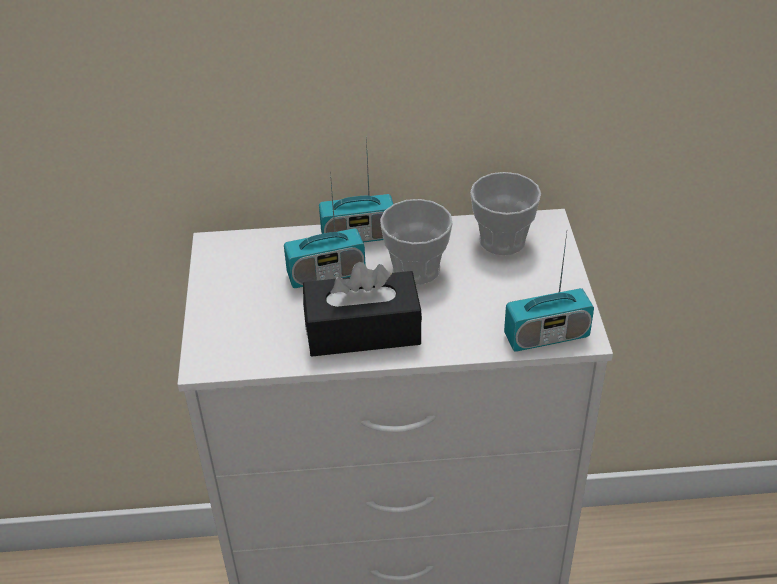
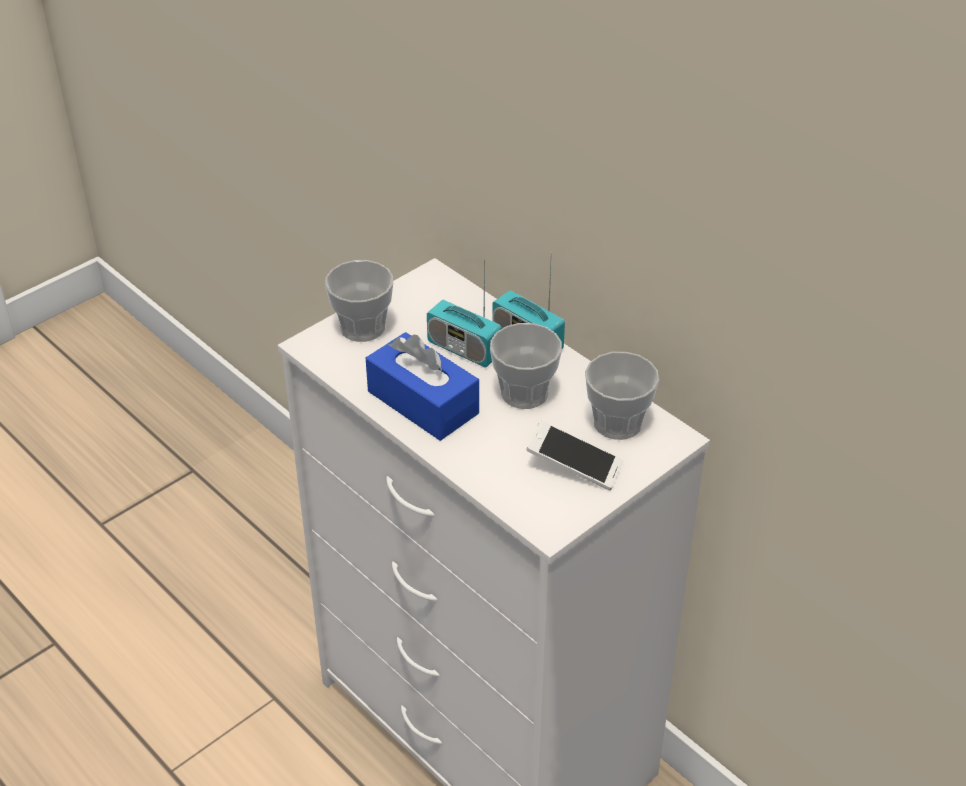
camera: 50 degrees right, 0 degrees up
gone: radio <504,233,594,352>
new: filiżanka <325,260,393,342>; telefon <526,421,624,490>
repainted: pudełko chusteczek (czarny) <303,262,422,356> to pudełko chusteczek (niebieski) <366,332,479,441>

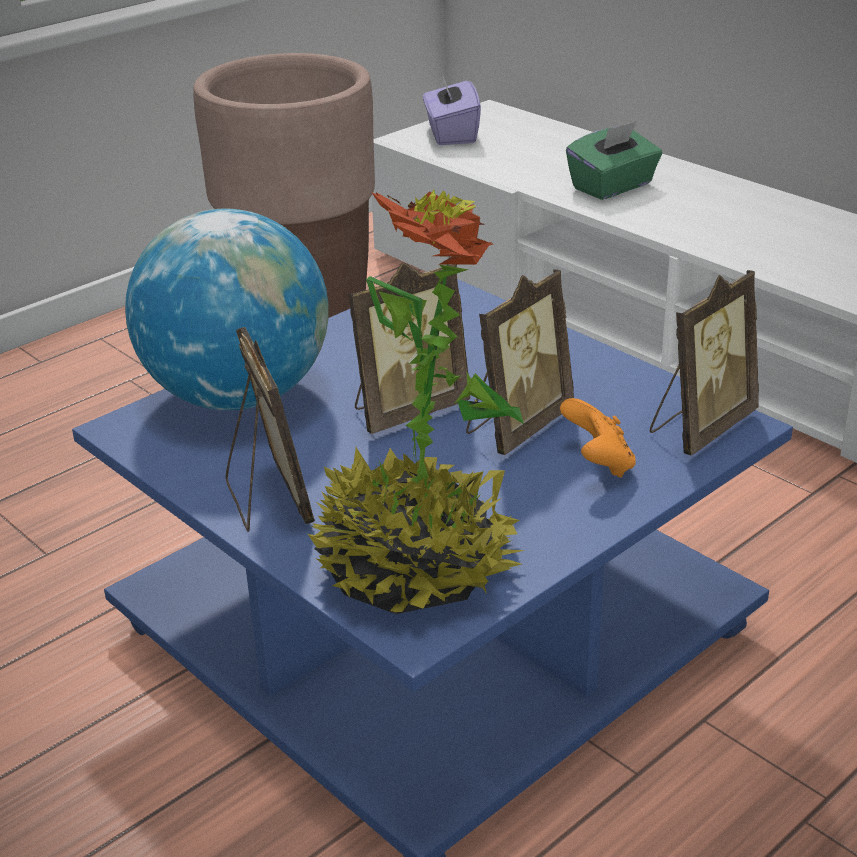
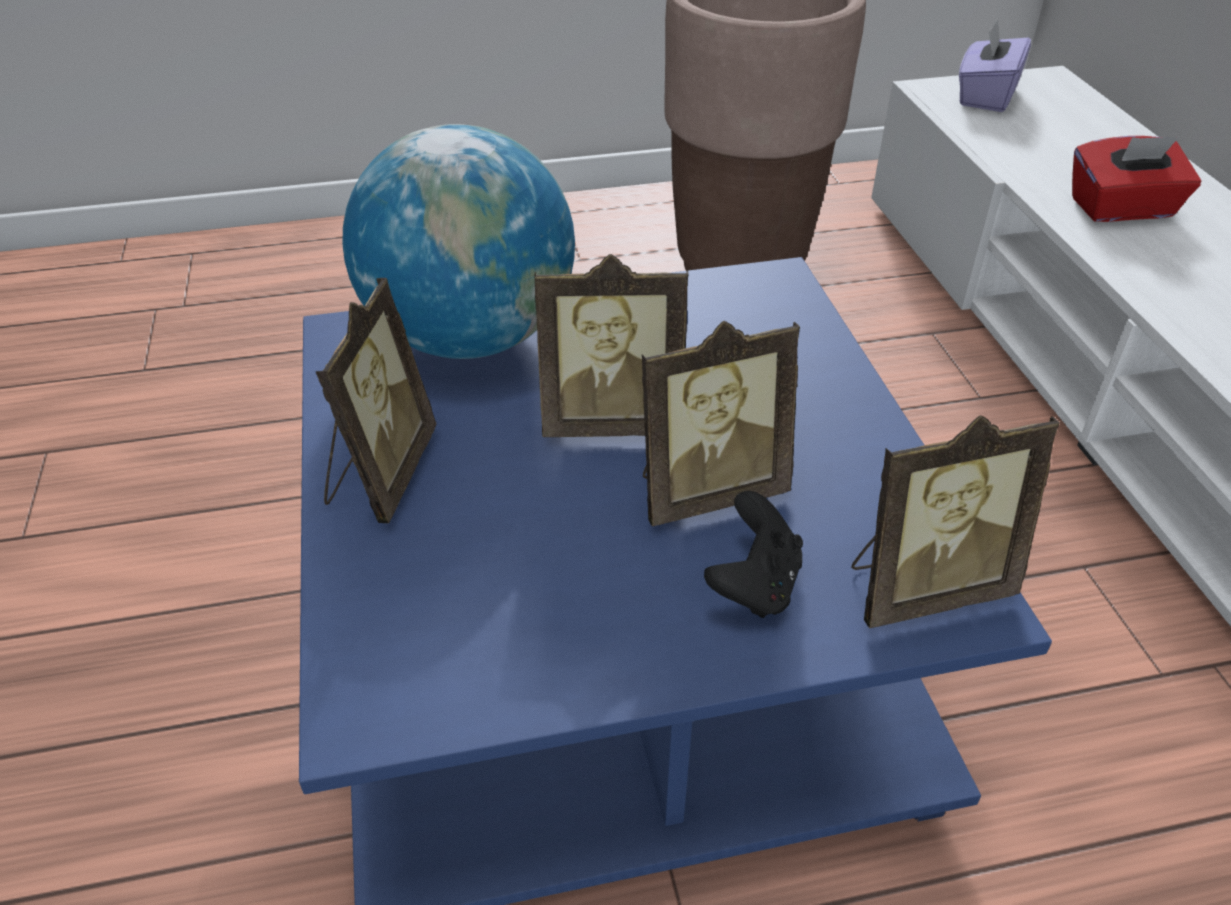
camera: 30 degrees right, 10 degrees up
gone: roślina doniczkowa <308,190,525,614>
repainted: pudełko chusteczek (zielony) <566,121,662,200> to pudełko chusteczek (czerwony) <1072,136,1202,222>; pad do gier (pomarańczowy) <560,398,636,478> to pad do gier (czarny) <704,491,803,618>

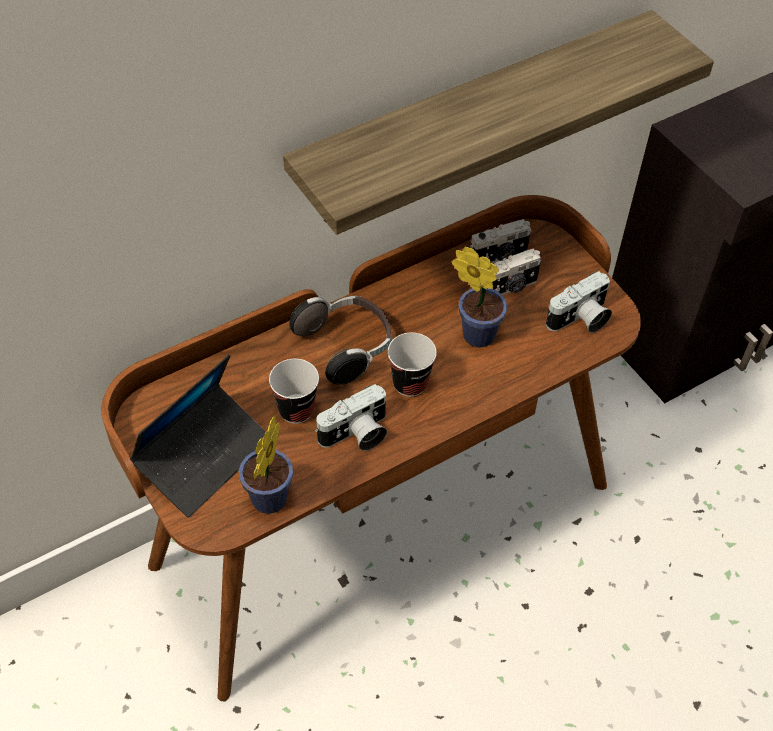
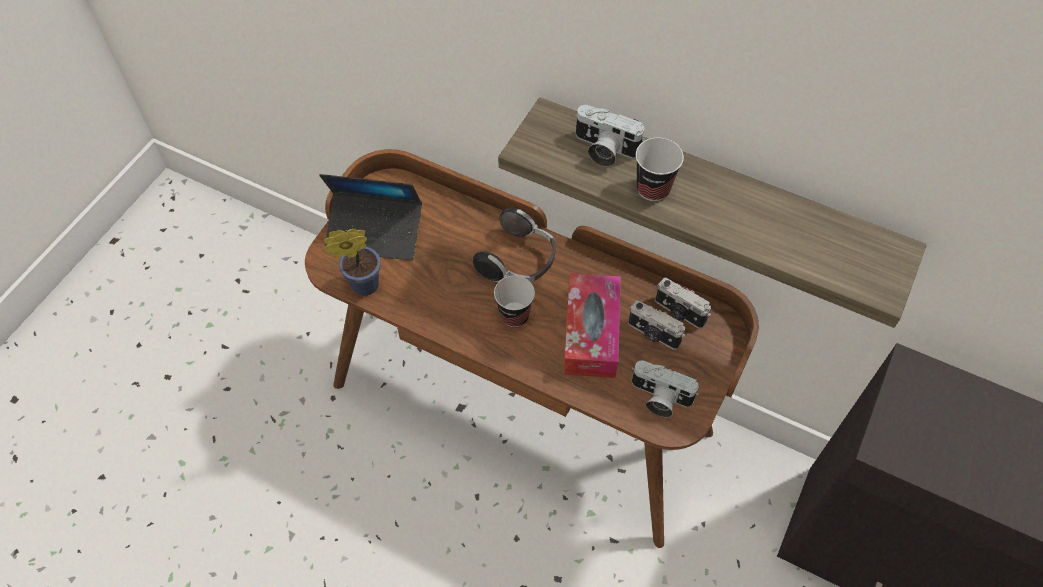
camera: 60 degrees right, 5 degrees up
shifted: filiżanka <269,359,319,424> to <636,138,684,201>; aparat fotograficzny <315,384,387,451> to <575,105,645,167>
swapped: roślina doniczkowa <452,246,507,347> to pudełko chusteczek <563,273,621,378>

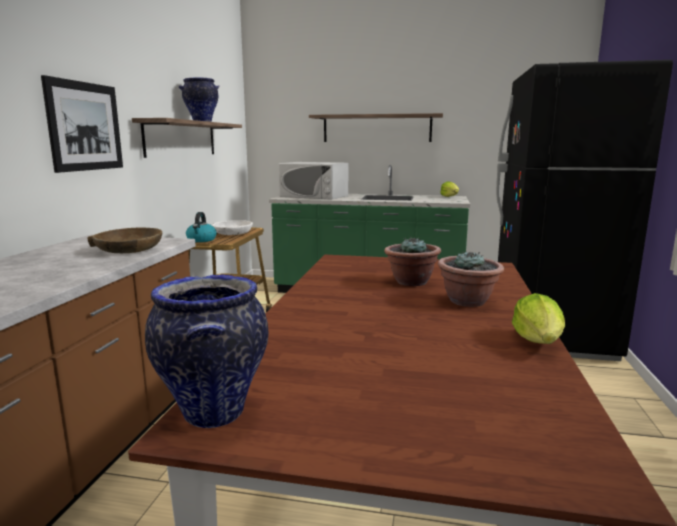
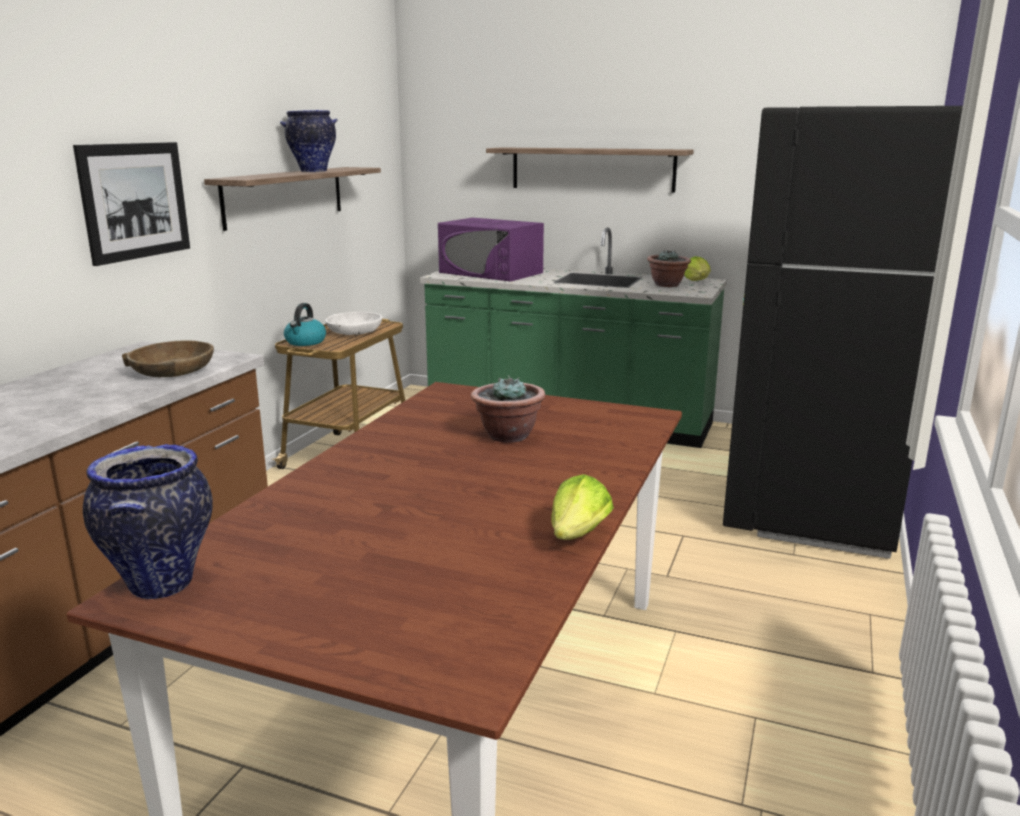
camera: 10 degrees right, 5 degrees up
shifted: roślina doniczkowa <438,251,504,307> to <647,250,691,287>
repainted: mikrofalówka (biały) <279,162,348,200> to mikrofalówka (fioletowy) <438,218,544,282>

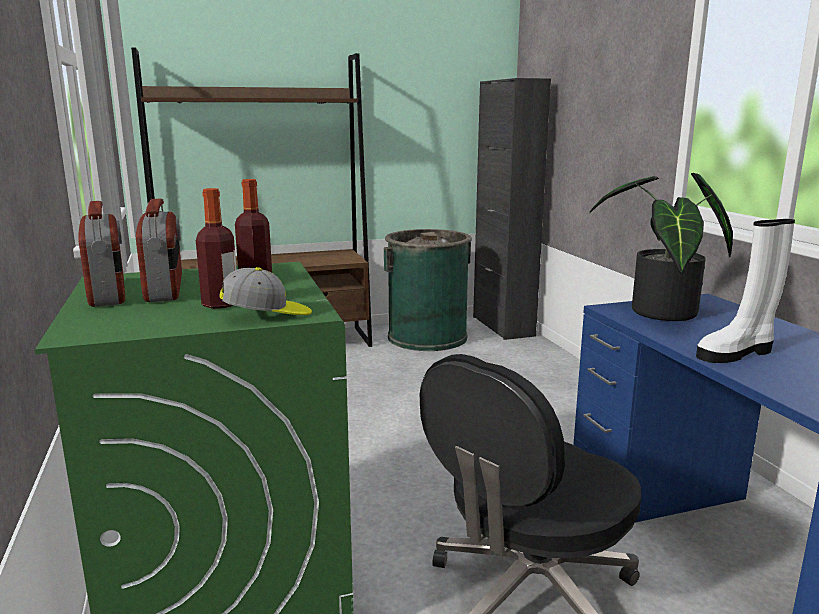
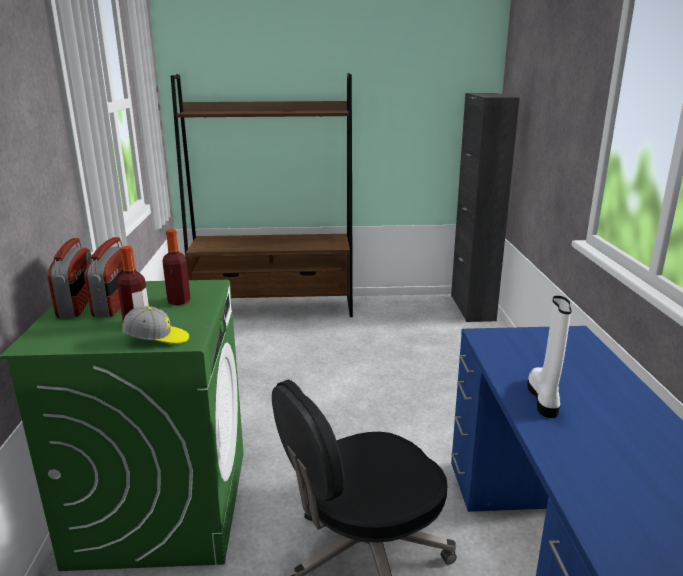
camera: 15 degrees right, 5 degrees up
gone: roślina doniczkowa <589,173,733,321>; kosz na śmieci (zielony) <384,229,472,351>
rotated: but z cholewką (biały) <696,219,795,363> = <527,296,572,418> 105 degrees clockwise

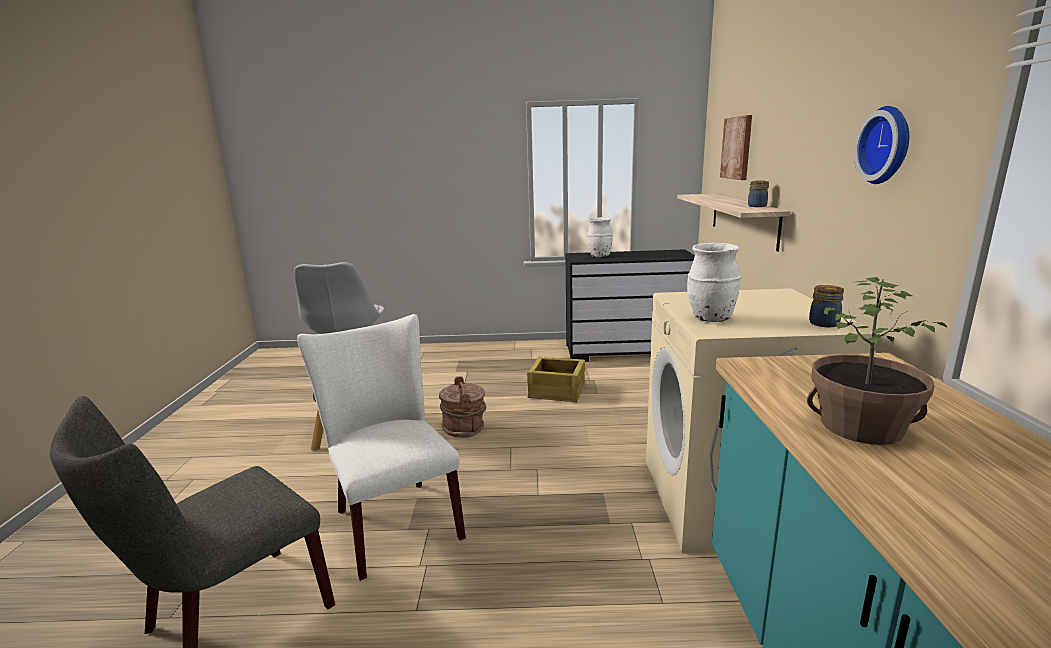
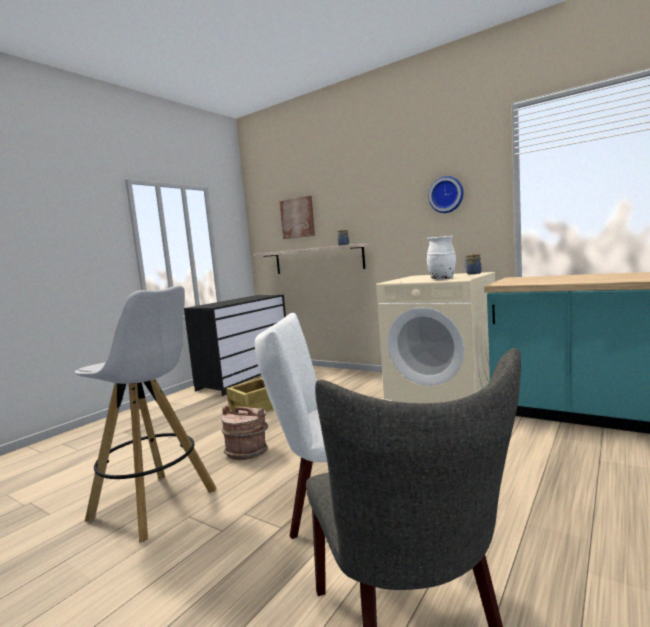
camera: 55 degrees left, 10 degrees down
gone: wazon (biały) <587,217,613,257>; roślina doniczkowa <807,277,947,445>

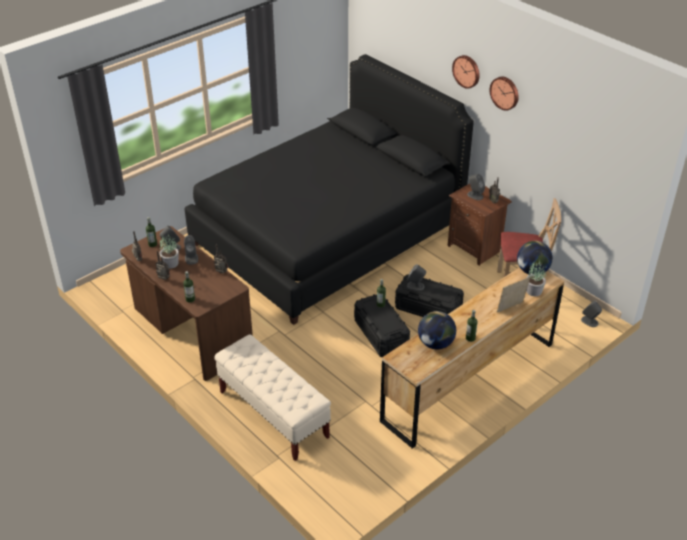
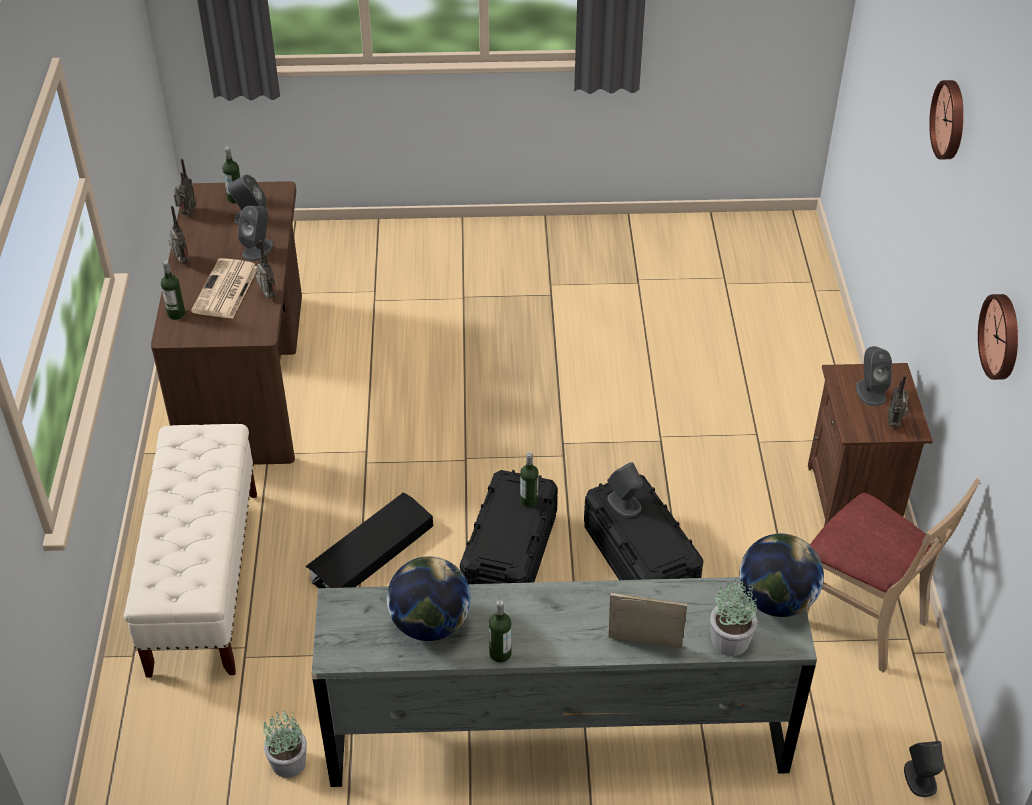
camera: 40 degrees right, 5 degrees up
gone: łóżko (czarny) <184,54,474,325>
new: gazeta <191,258,257,319>; pojemnik do przechowywania (czarny) <305,492,433,588>
shifted: zegar ścienny <490,77,519,111> to <978,294,1018,380>; roślina doniczkowa <159,234,179,269> to <263,709,307,778>
repainted: komoda (brązowy) <380,267,564,449> to komoda (szary) <312,577,817,787>

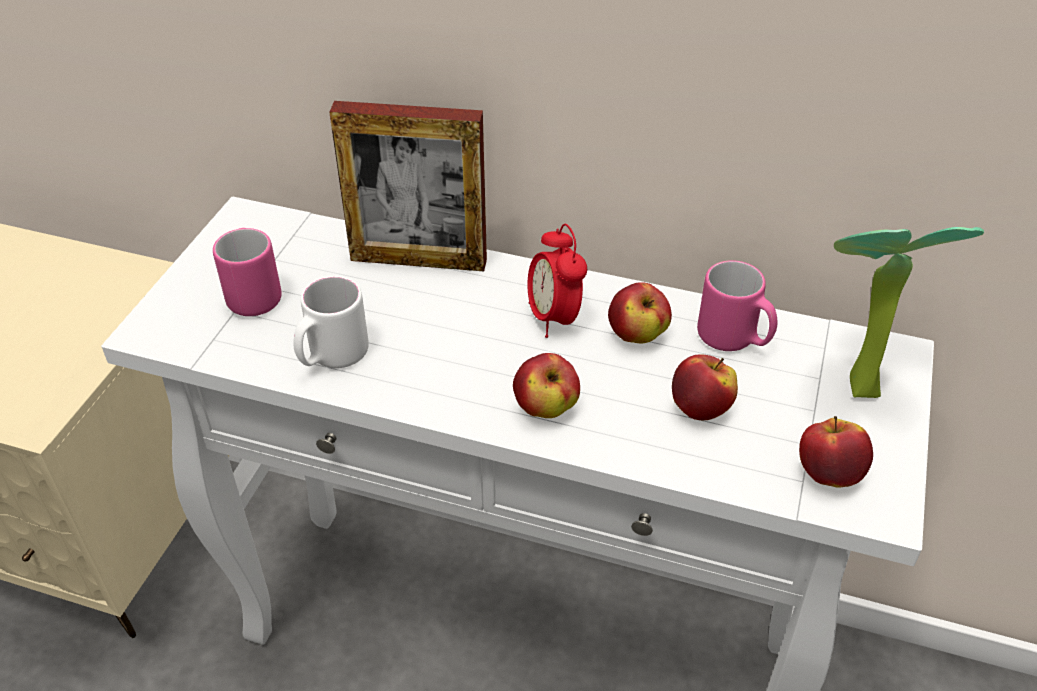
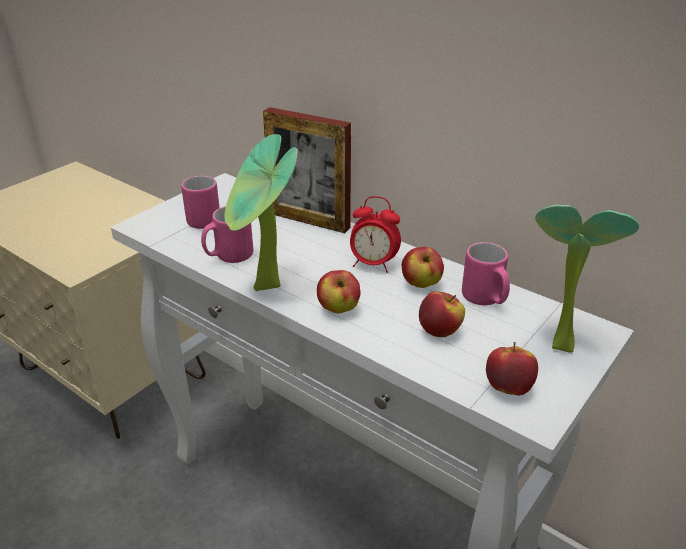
camera: 20 degrees right, 10 degrees down
new: roślina doniczkowa <225,134,298,291>
repainted: kubek (biały) <293,276,369,368> to kubek (różowy) <201,206,253,263>
rotated: budzik <527,224,587,338> = <350,196,401,273> 75 degrees counterclockwise

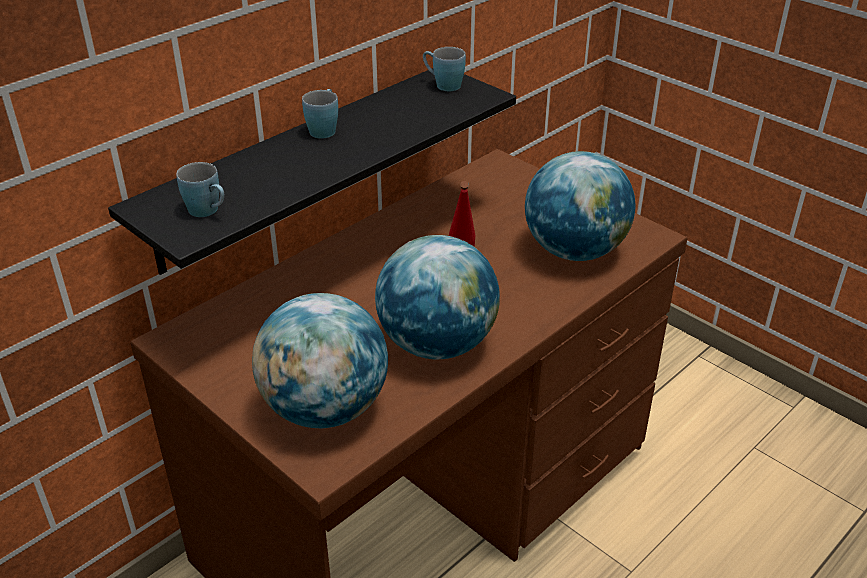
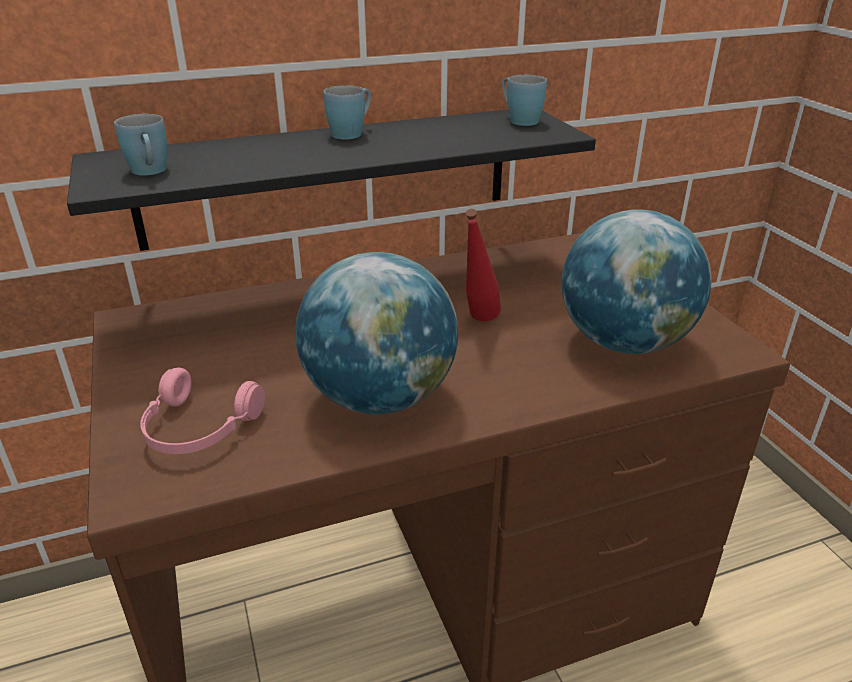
camera: 25 degrees right, 5 degrees down
swapped: globus <252,293,388,429> to słuchawki (różowy) <140,368,265,454>

